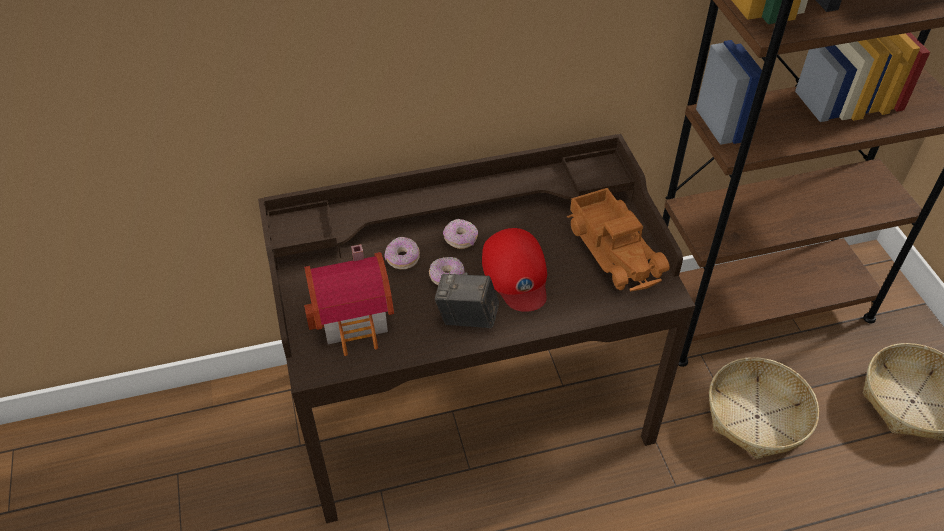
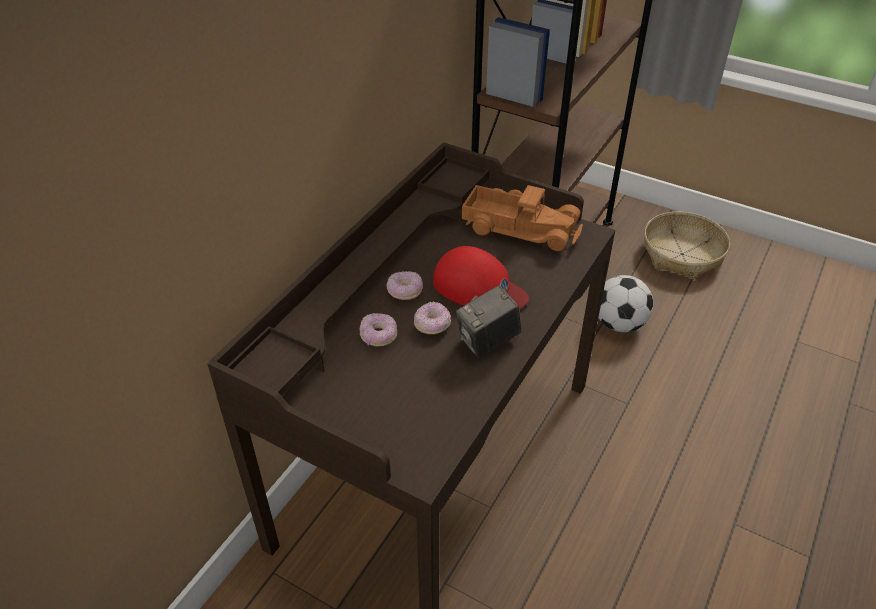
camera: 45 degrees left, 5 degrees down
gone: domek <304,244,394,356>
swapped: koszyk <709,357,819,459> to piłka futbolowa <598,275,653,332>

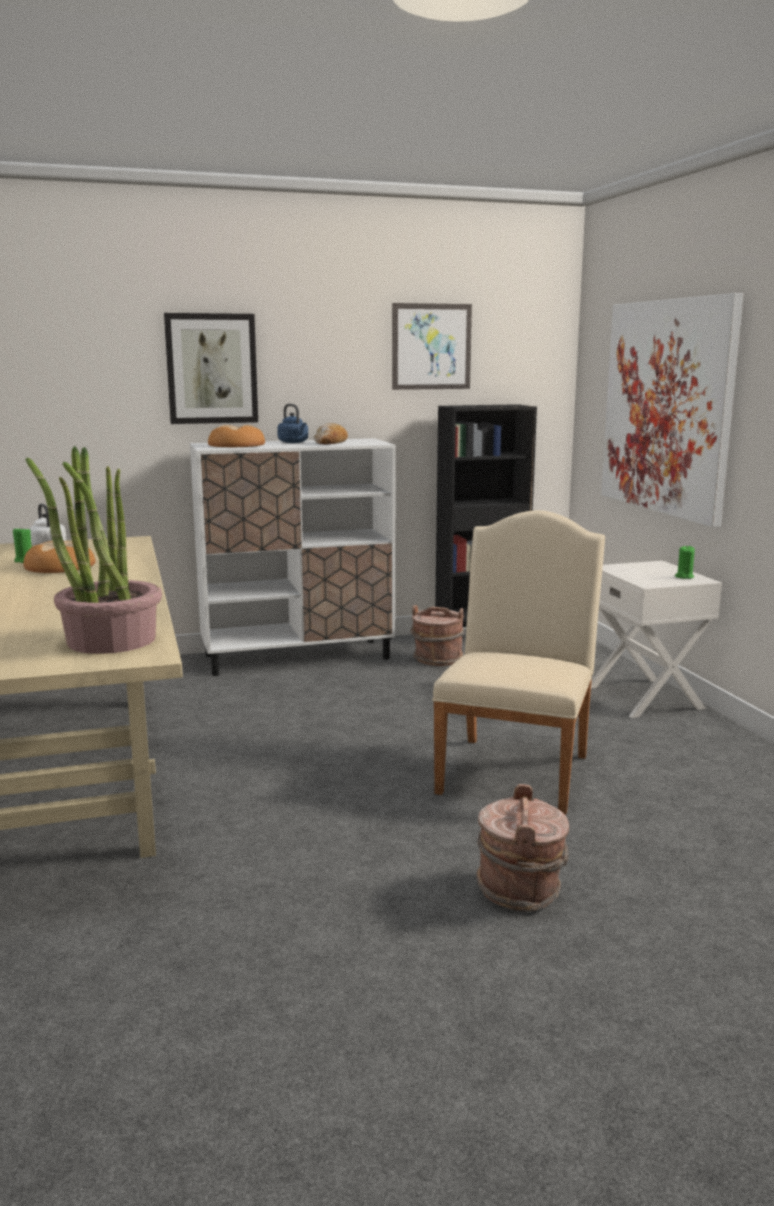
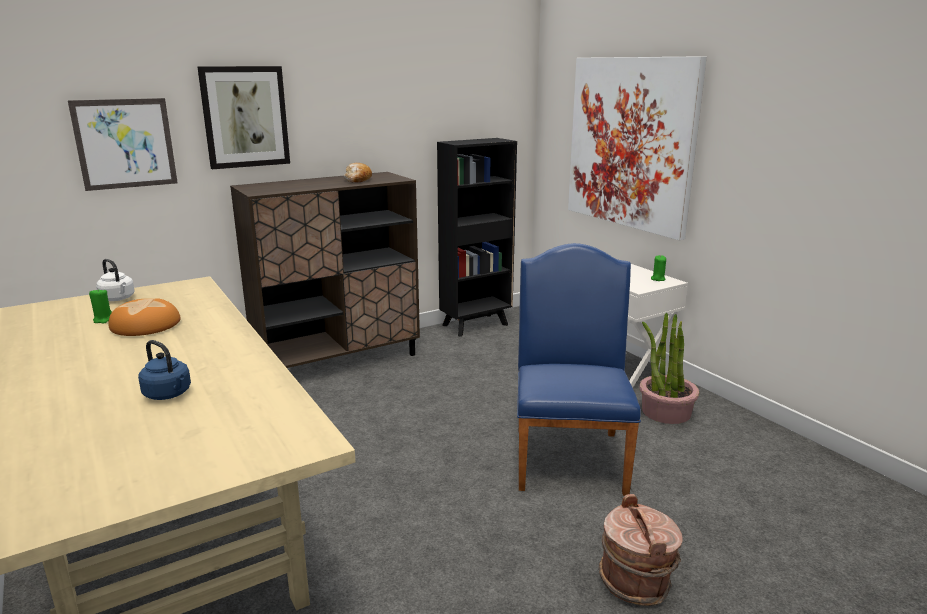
camera: 15 degrees left, 5 degrees up
gone: chleb <208,425,265,447>; wiadro (brązowy) <410,605,464,666>
shifted: obraz <392,303,472,390> to <68,98,178,191>; czajnik (niebieski) <277,404,308,443> to <138,340,191,400>; roślina doniczkowa <25,446,162,654> to <639,313,700,424>
repainted: szafka (biały) <190,438,396,676> to szafka (brązowy) <230,172,420,368>; krzesło (beżowy) <432,510,605,815> to krzesło (niebieski) <517,243,641,496>

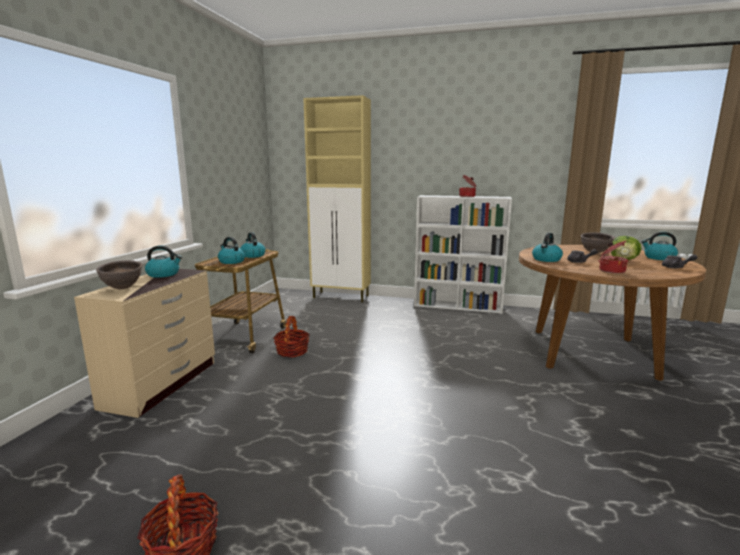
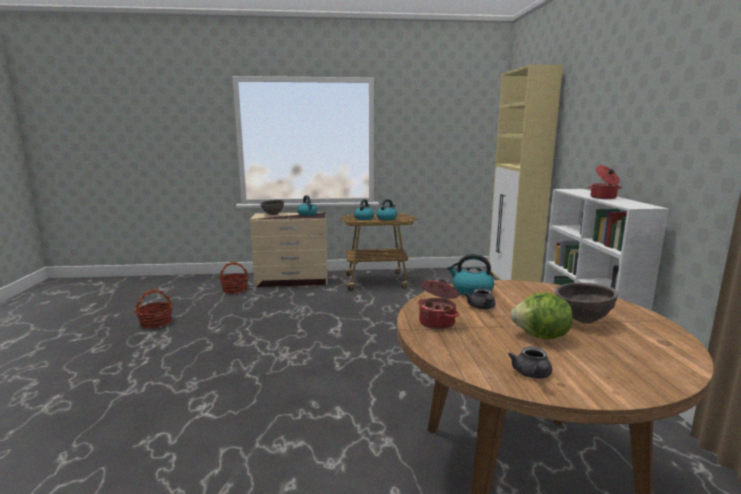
camera: 70 degrees right, 0 degrees up
gone: czajnik <641,232,678,260>
shifted: koszyk <274,316,310,357> to <219,262,249,294>

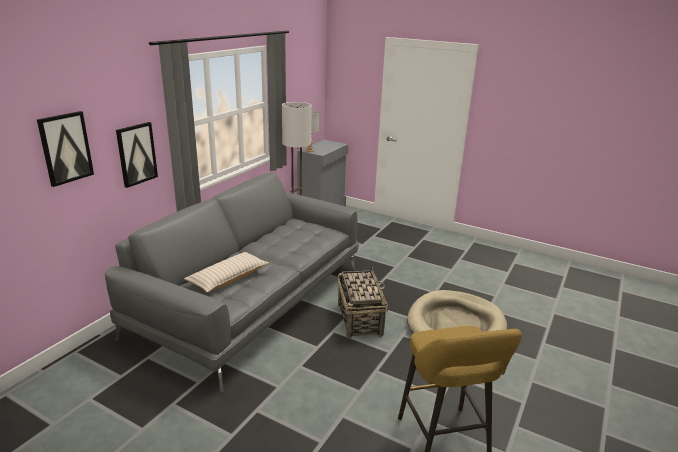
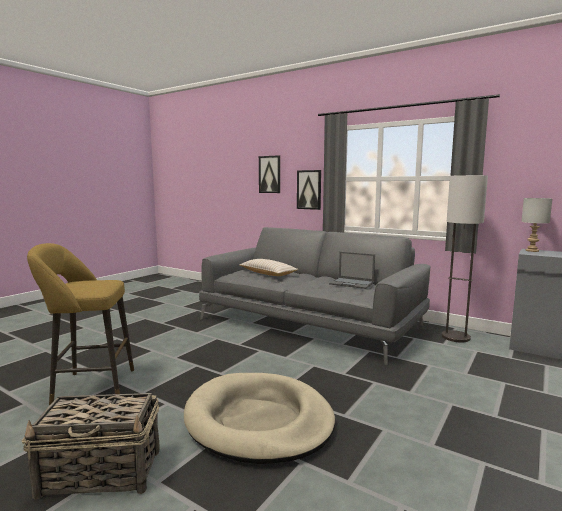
camera: 95 degrees right, 15 degrees down
new: laptop <329,252,375,289>
shifted: koszyk <338,267,388,339> to <22,393,160,499>

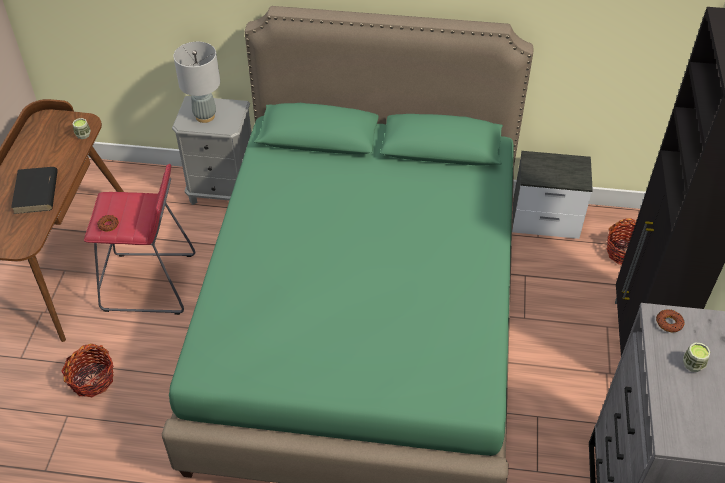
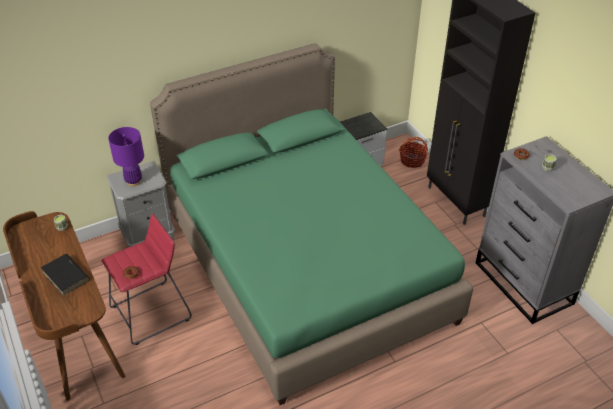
camera: 35 degrees left, 5 degrees down
gone: koszyk <62,344,114,397>
repainted: lampa stołowa (szary) <173,42,220,123> to lampa stołowa (fioletowy) <108,127,144,186>

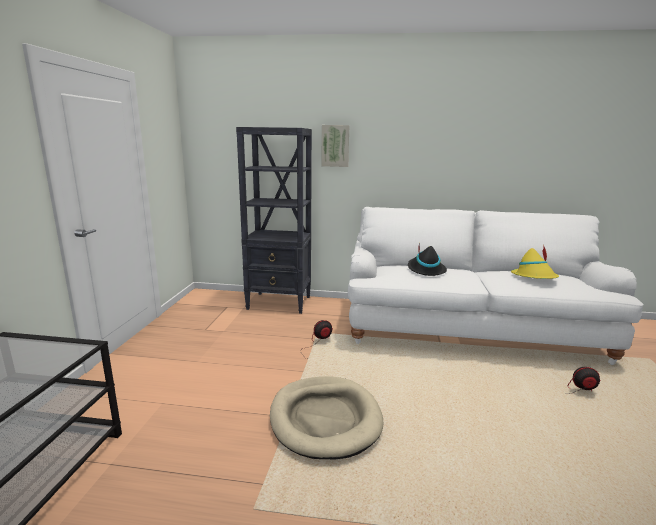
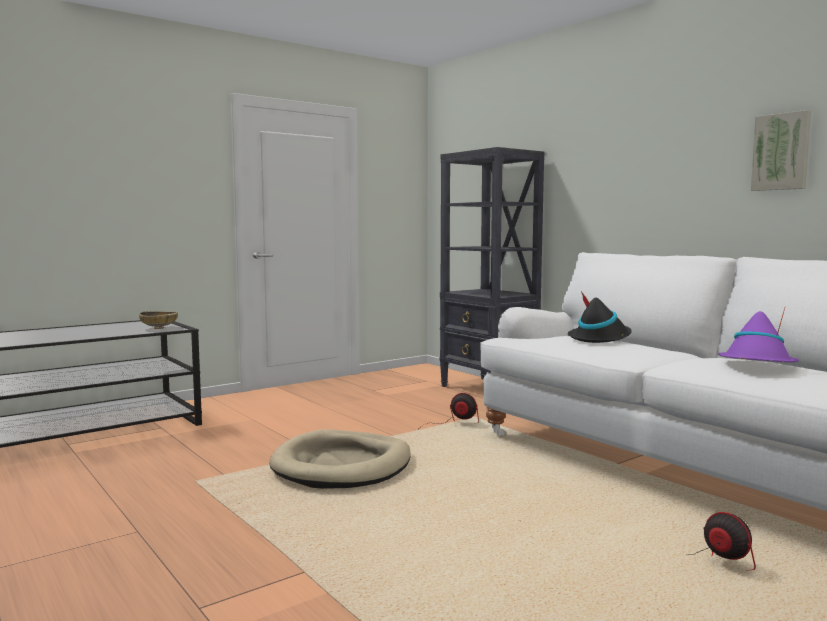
camera: 45 degrees right, 10 degrees down
new: miska (beżowy) <139,311,178,329>
shifted: obraz <321,125,350,167> to <751,110,811,191>
repainted: kapelusz (żółty) <511,247,559,279> to kapelusz (fioletowy) <718,308,799,362>

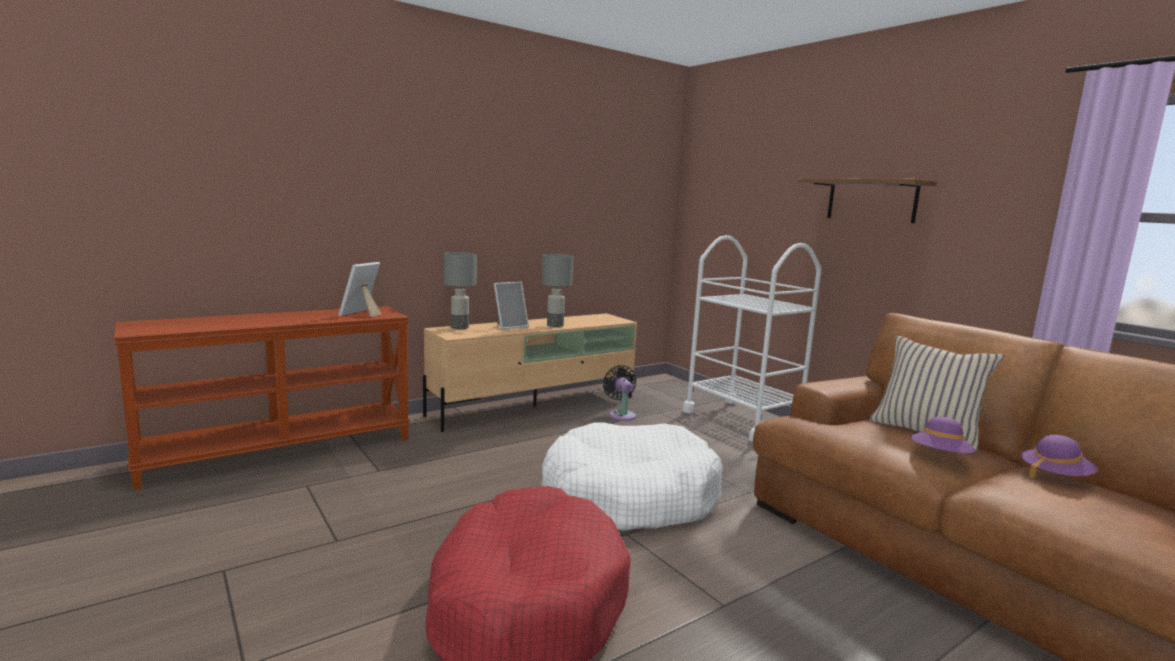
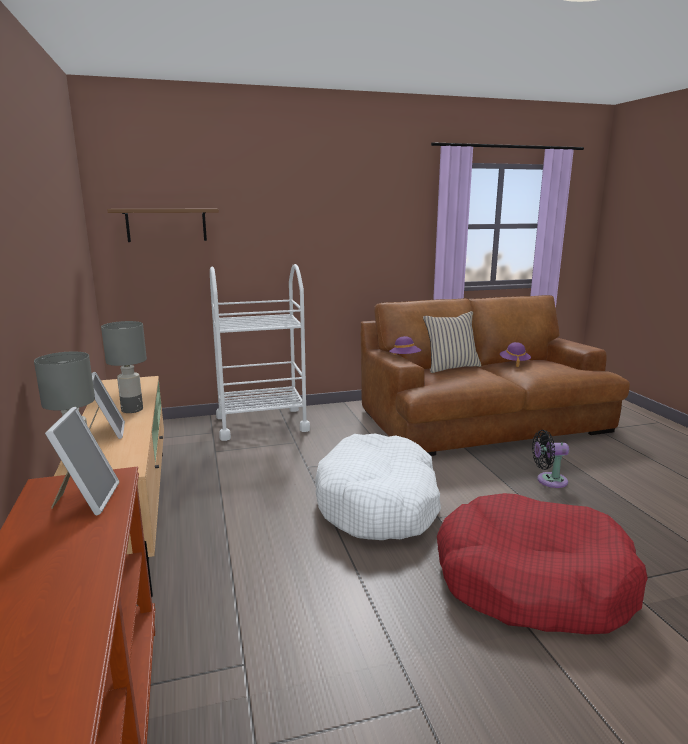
camera: 70 degrees left, 5 degrees up
shifted: półka (brązowy) <798,178,937,223> to <107,209,219,242>; wentylator (czarny) <603,365,637,421> to <532,430,569,488>; kapelusz (fioletowy) <910,417,975,453> to <390,336,421,355>
rotated: ramka na zdjęcie <339,262,382,317> = <45,407,119,515> 135 degrees counterclockwise

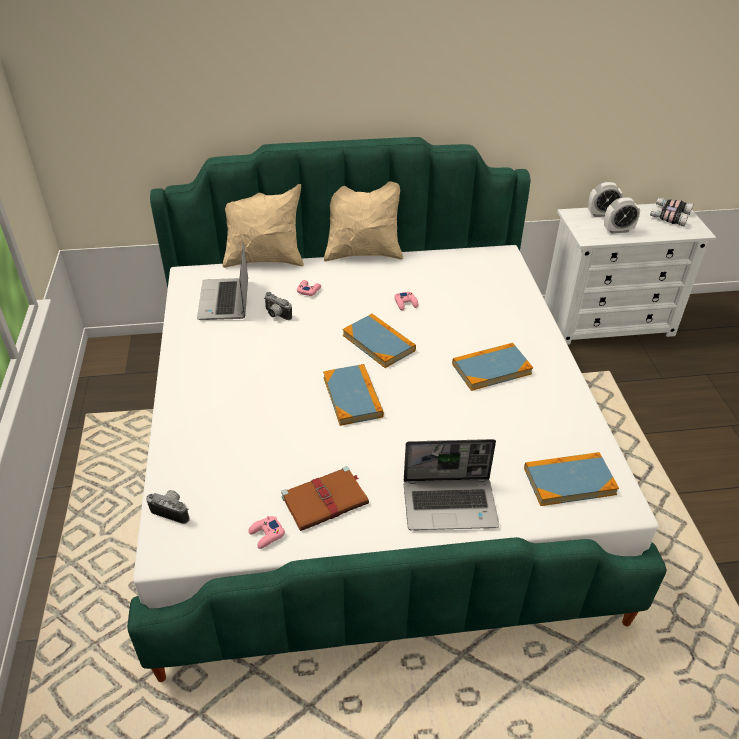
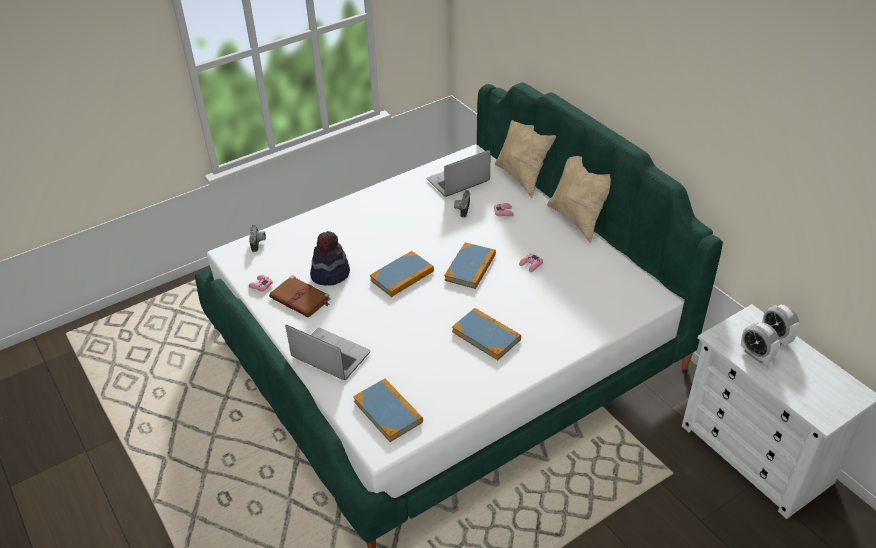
camera: 65 degrees right, 0 degrees up
gone: lornetka <650,198,693,226>
new: kapelusz <310,231,350,286>
rotated: laptop <404,439,499,530> = <285,325,370,380> 150 degrees clockwise

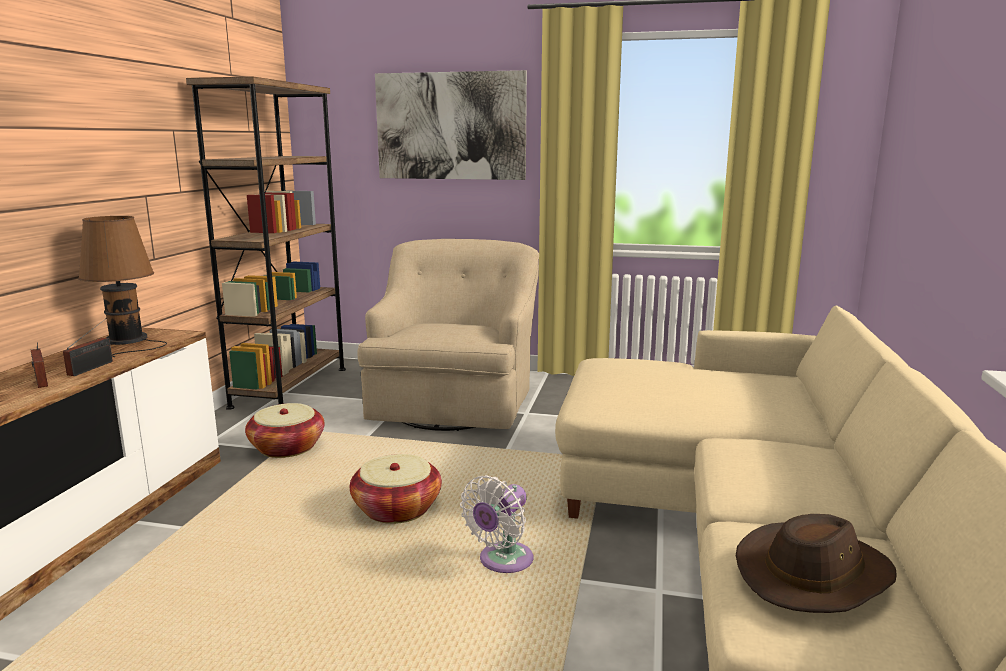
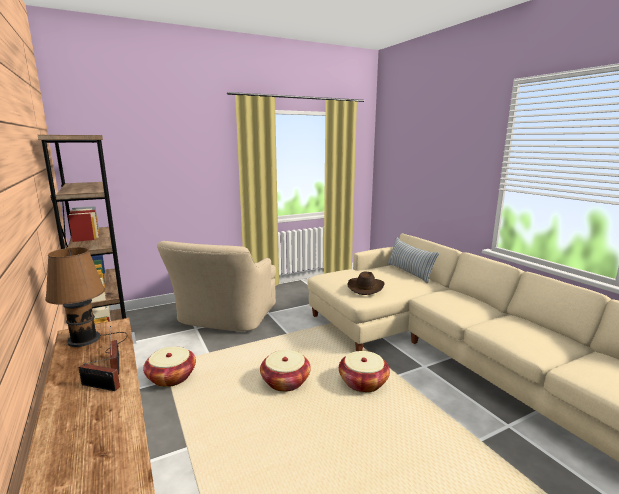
camera: 40 degrees left, 0 degrees up
gone: obraz <375,70,527,180>
new: poduszka <387,237,439,284>
shifted: kapelusz (brązowy) <736,514,897,613> to <348,271,385,295>
swapped: wentylator (biały) <460,475,534,573> to koszyk <339,351,390,393>
rotated: fotel (beżowy) <358,239,539,431> = <157,241,276,331> 135 degrees counterclockwise

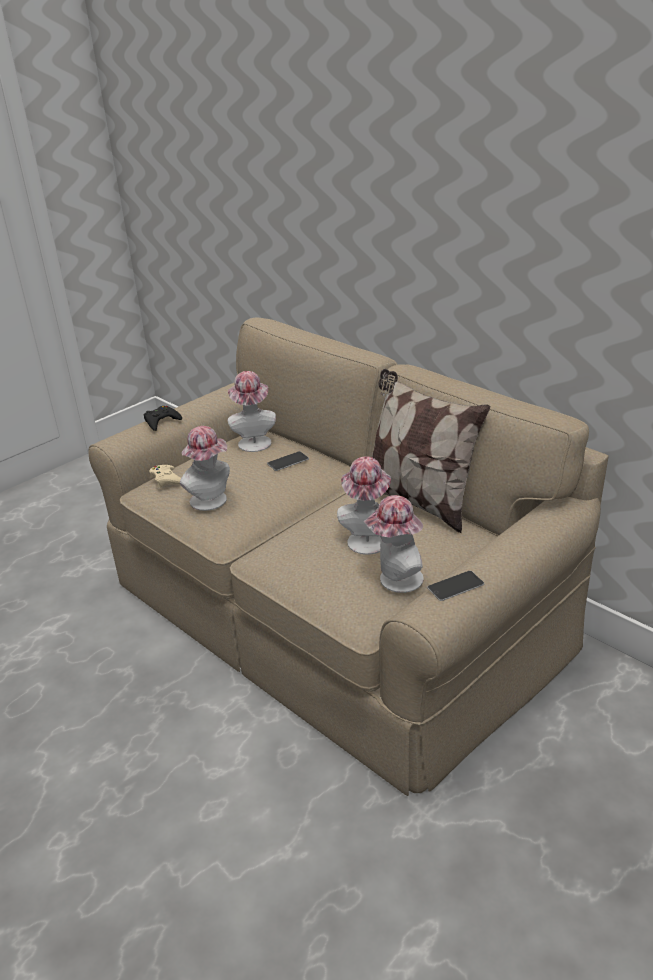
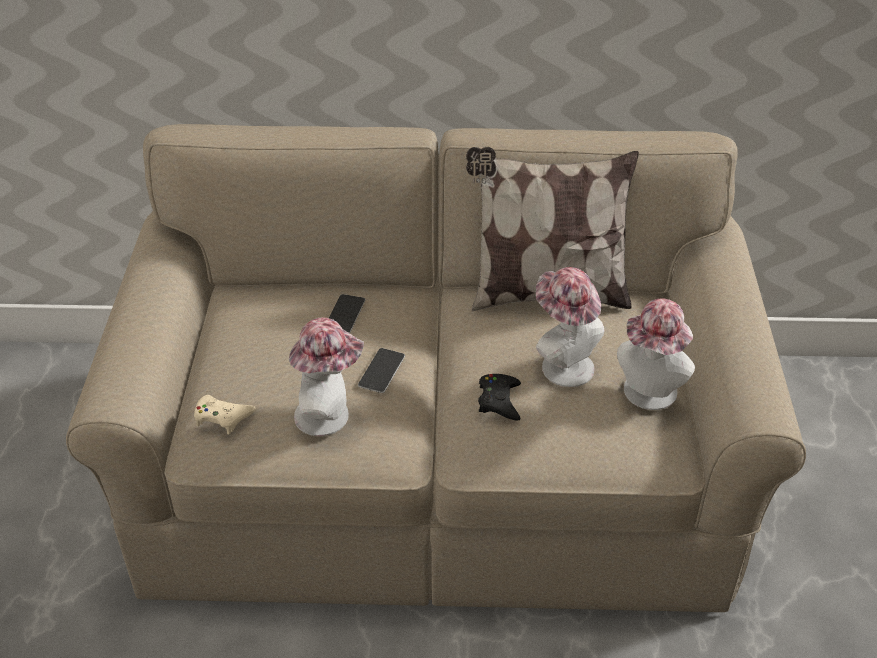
camera: 45 degrees left, 10 degrees up
gone: kapelusz <228,371,276,452>
shifted: pad do gier (czarny) <144,406,182,431> to <478,374,521,421>; telefon <427,571,484,601> to <358,348,405,393>

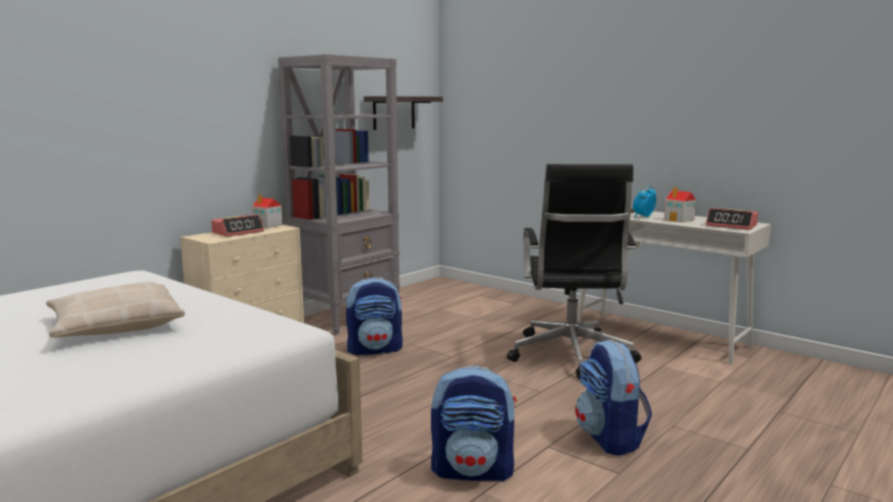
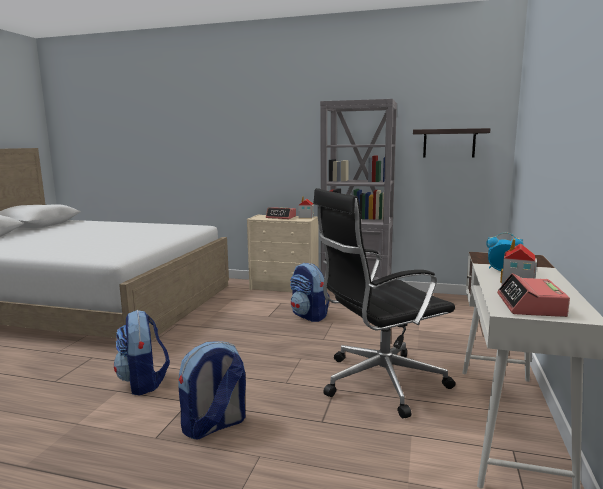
camera: 65 degrees right, 0 degrees up
gone: poduszka (beżowy) <46,282,185,338>

